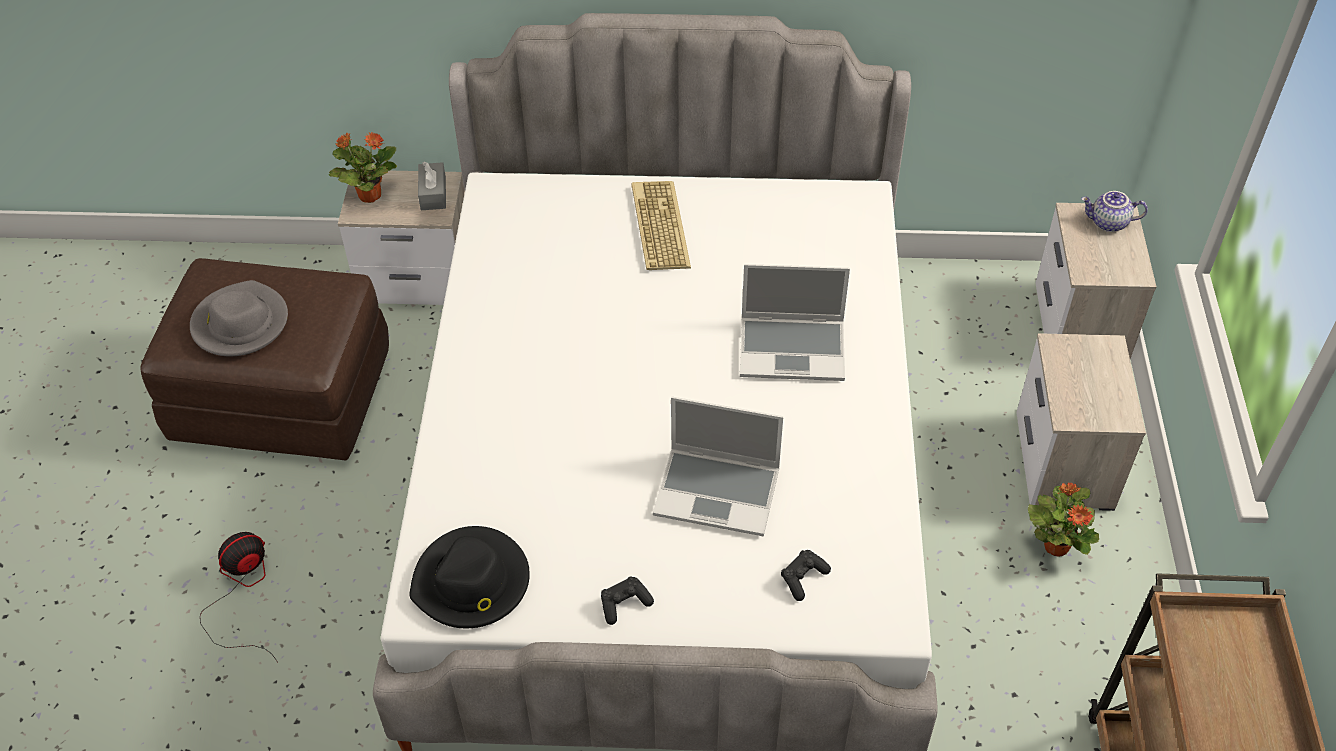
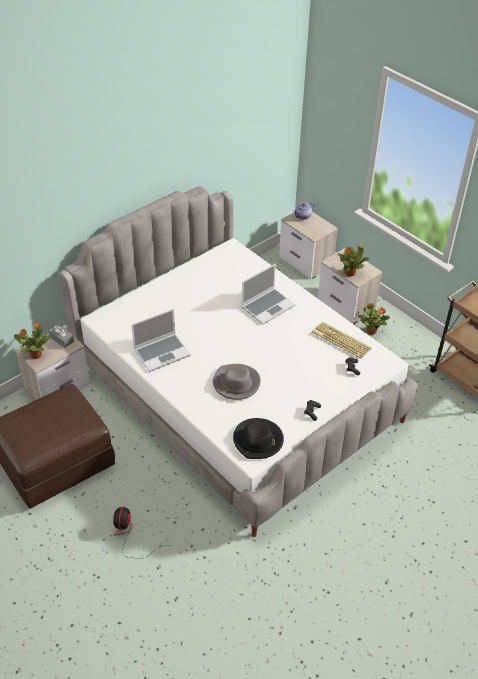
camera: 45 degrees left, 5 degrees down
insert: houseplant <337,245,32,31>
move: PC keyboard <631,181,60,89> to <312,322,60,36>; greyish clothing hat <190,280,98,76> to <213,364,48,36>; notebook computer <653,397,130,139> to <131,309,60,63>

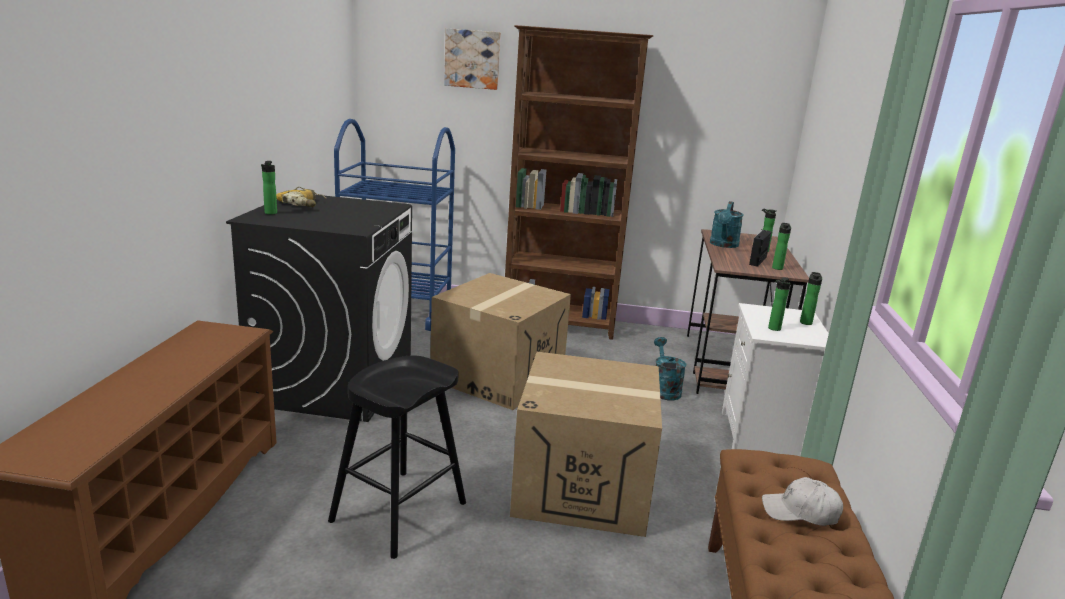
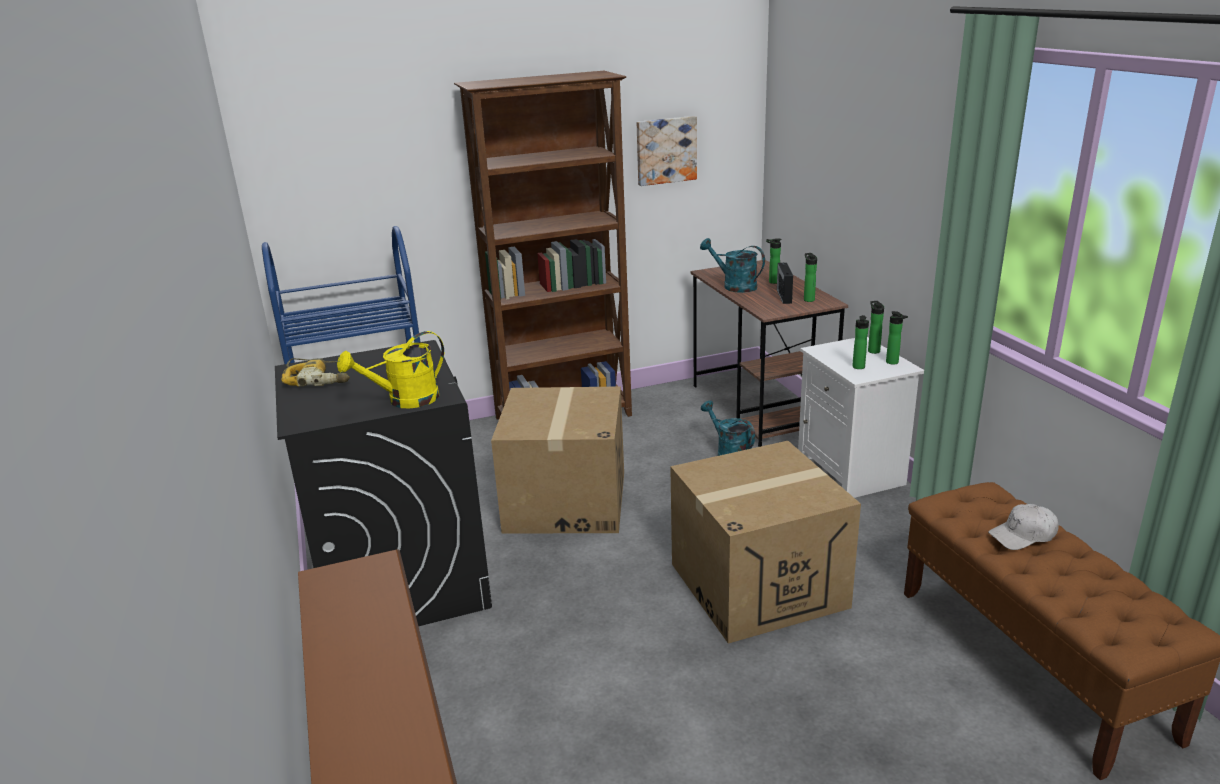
camera: 25 degrees left, 5 degrees up
delete: black-coloured stool <328,356,138,203>
insert: yellow-coloured sprinkling can <337,331,107,77>
move: picture <444,28,57,62> to <637,116,60,70>; beverage bottle <261,161,16,53> to <886,311,22,53>
rotate: turquoise-coloured sprinkling can <710,201,34,47> = <700,238,65,55> 135 degrees clockwise

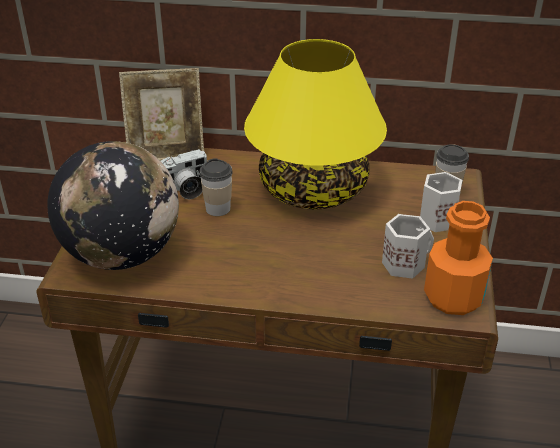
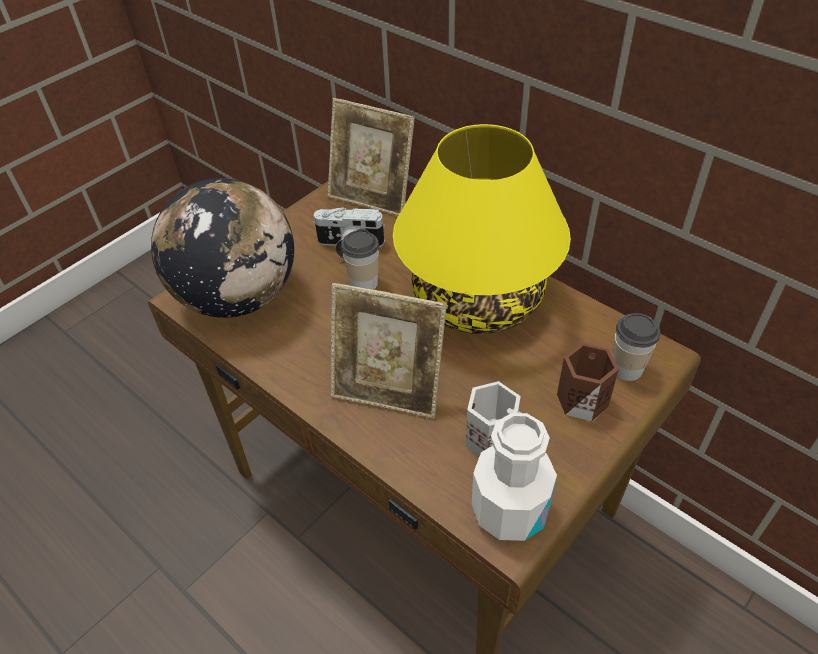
camera: 35 degrees right, 10 degrees up
insert: picture frame <331,283,116,136>
recolor: white tea mug <420,172,42,60> to brown-coloured tea mug <557,343,62,78>; orange-coloured beverage bottle <424,201,69,114> to white beverage bottle <472,413,85,128>

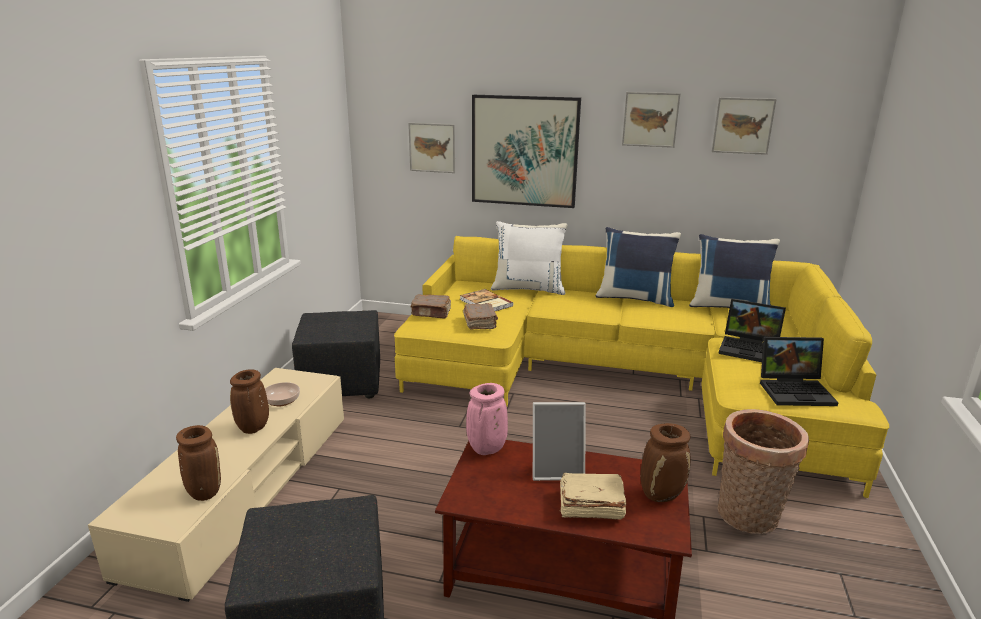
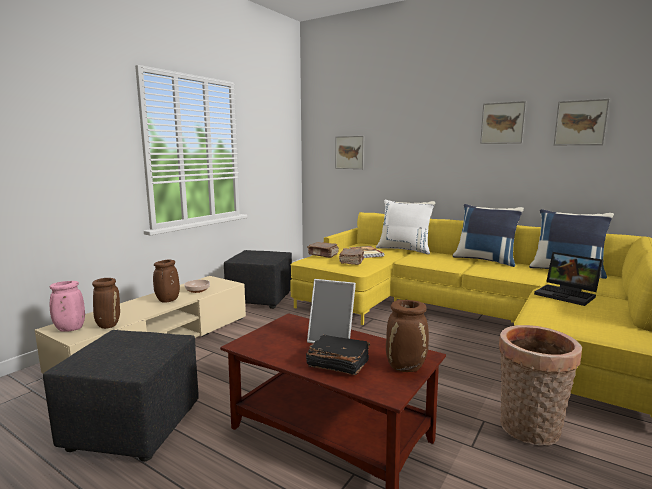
camera: 20 degrees right, 10 degrees down
delete: picture <472,95,109,113>; notebook computer <760,337,79,69>
move: pink-coloured vase <466,383,42,72> to <50,281,35,51>
recolor: sand-coloured volume <559,473,67,47> to black-coloured volume <306,335,64,40>

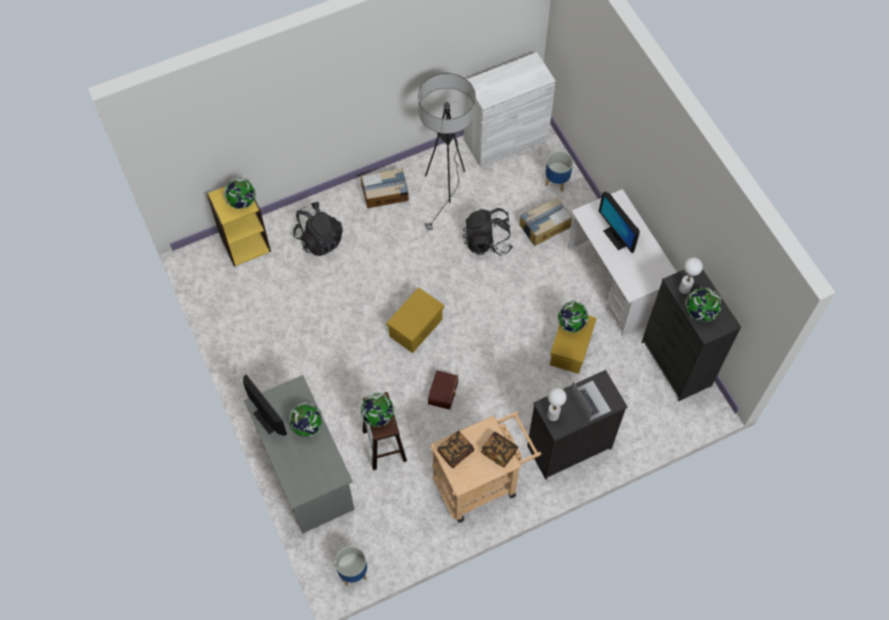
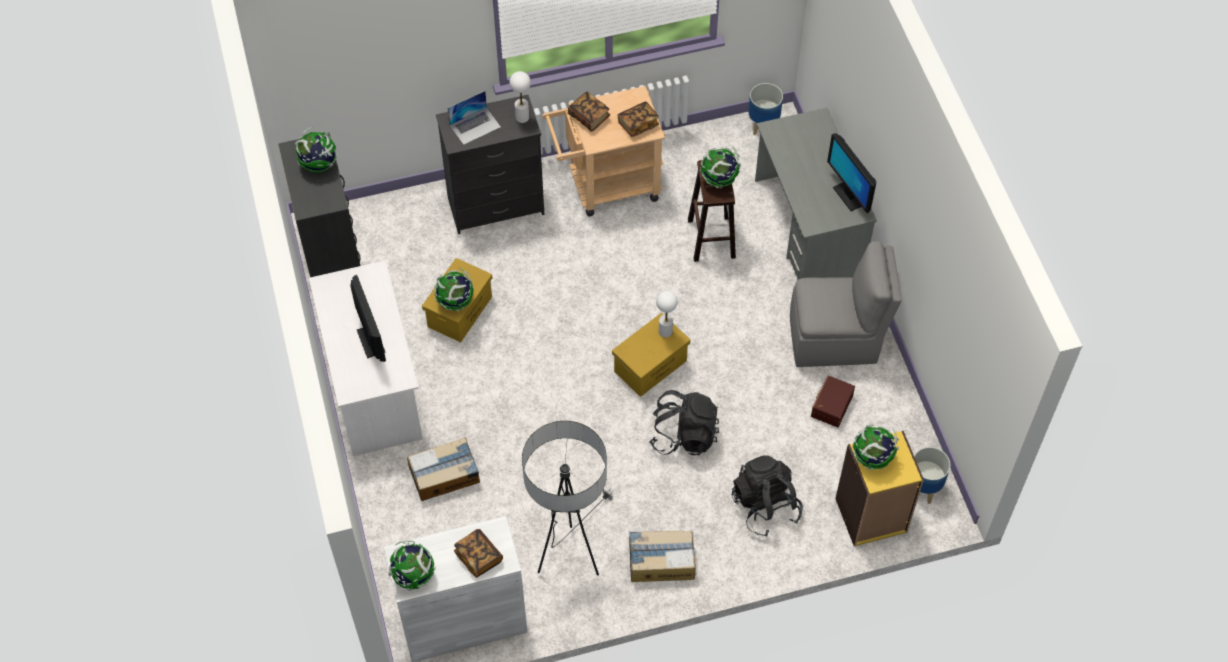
camera: 170 degrees left, 5 degrees down
insert: greyish upright chair <790,241,112,126>; volume <454,529,49,49>
move: planter <545,151,28,41> to <914,447,36,57>; black-coloured knapsack <463,208,50,47> to <649,390,70,65>; white lamp for a table <679,257,24,37> to <656,291,22,47>; brown-coloured storage bin <428,370,30,40> to <811,375,44,53>; desk globe <289,402,33,35> to <388,540,48,51>
rotate: notebook computer <571,380,40,41> = <447,91,54,54> 105 degrees counterclockwise

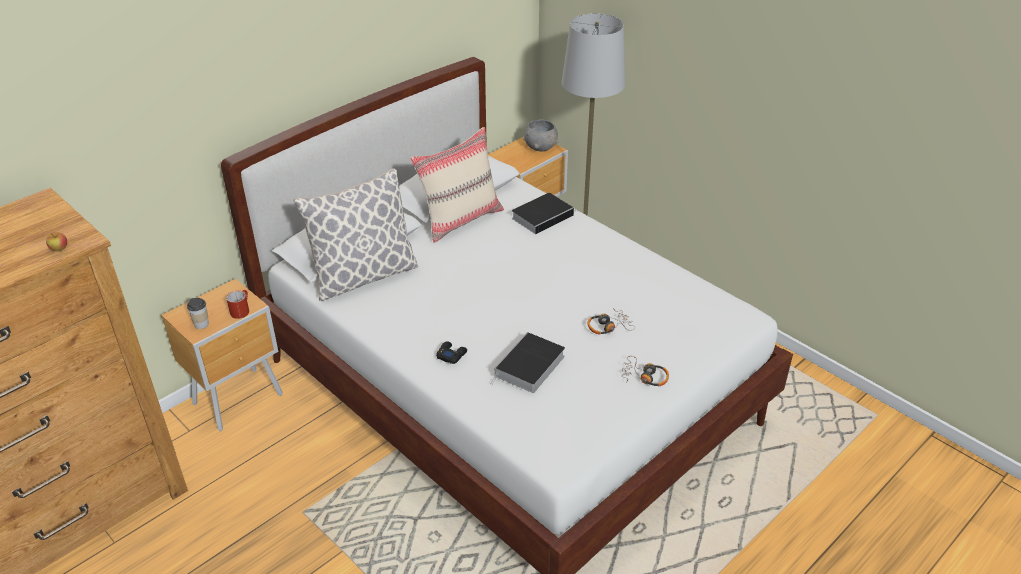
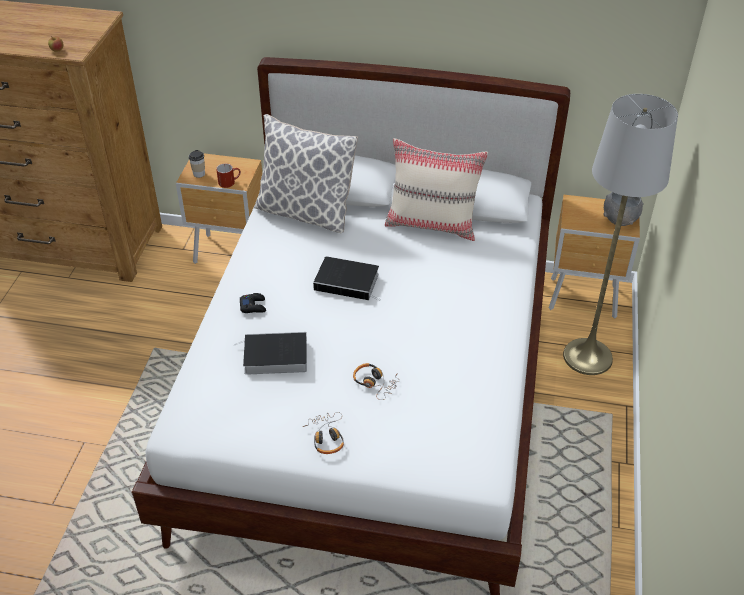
camera: 55 degrees right, 5 degrees up
move: volume <512,193,65,42> to <313,256,66,44>

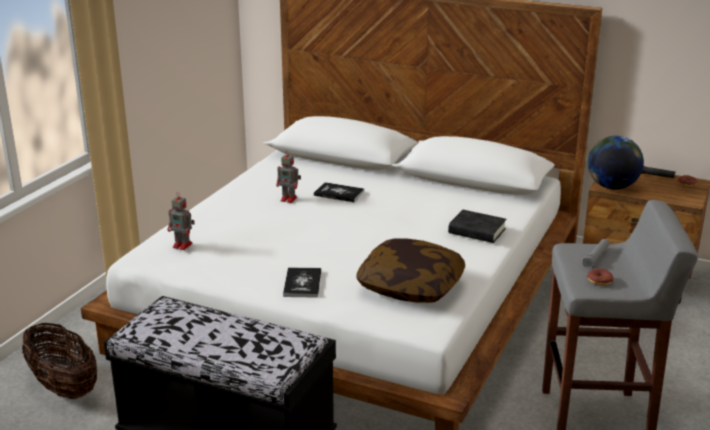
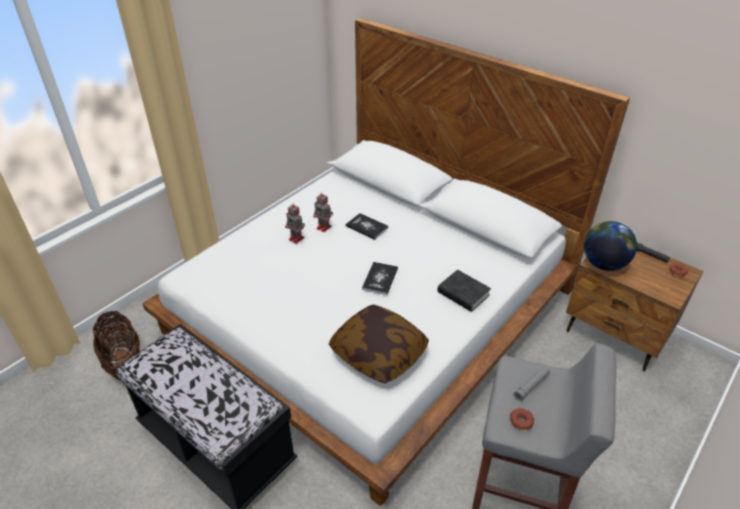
camera: 15 degrees right, 15 degrees up
move: robot figure <167,192,28,58> to <285,202,20,42>; volume <283,267,38,31> to <362,262,36,33>

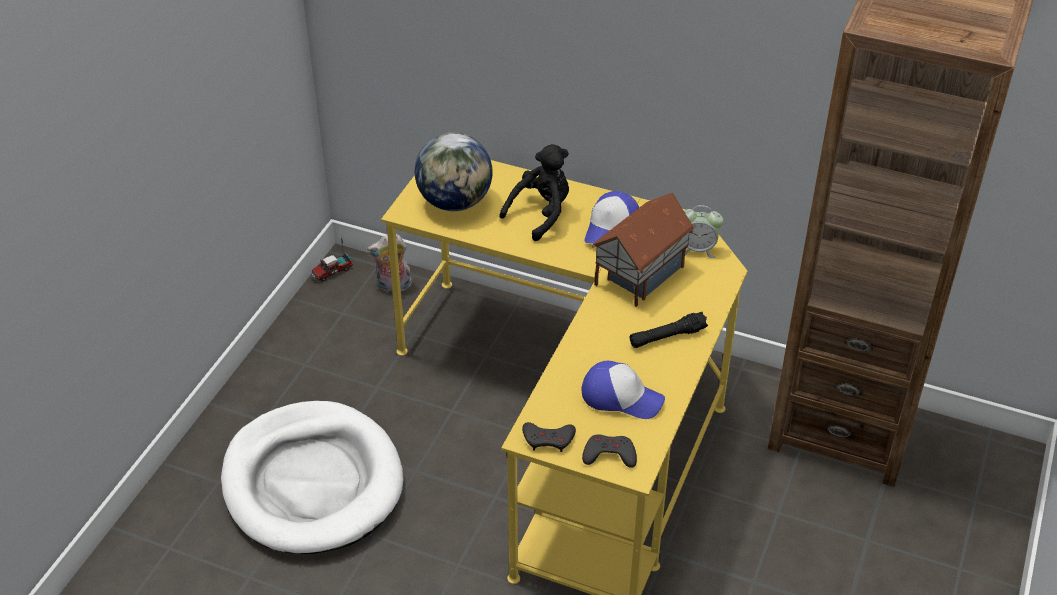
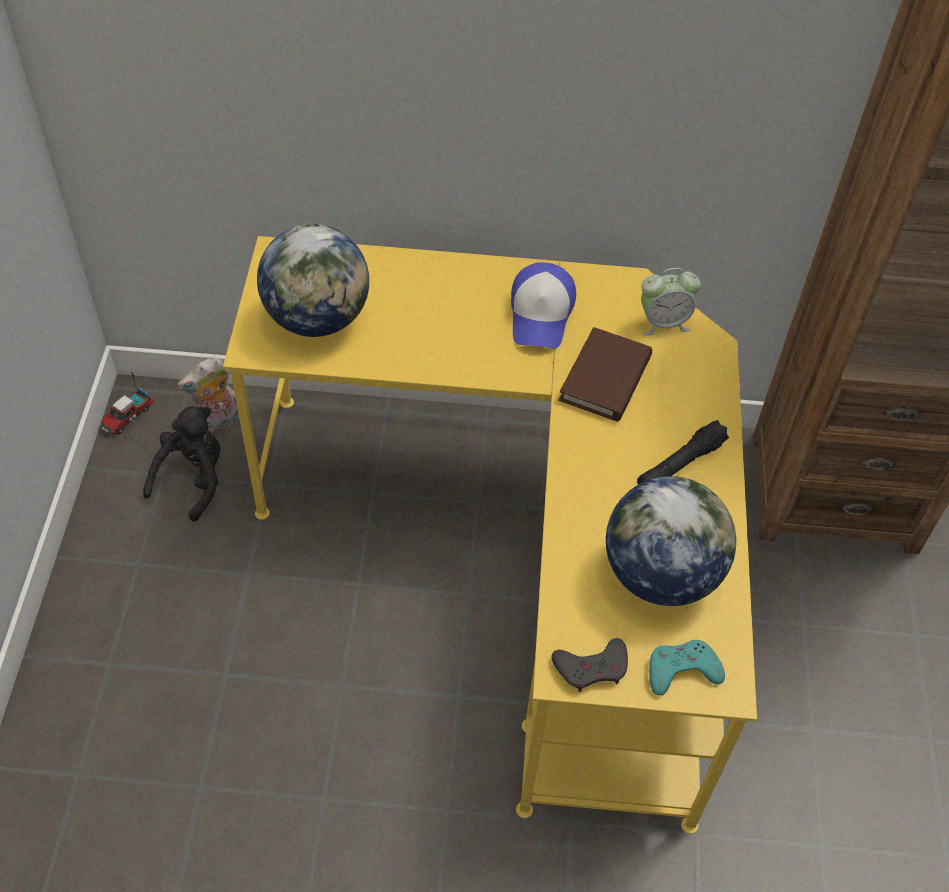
camera: 20 degrees left, 10 degrees up
delete: white pet bed <221,401,183,153>
move: black-coloured soft toy <499,144,70,97> to <143,406,78,116>
replace: toy house <592,193,103,114> to brown-coloured volume <559,327,93,95>; baseball cap <581,361,84,58> to desk globe <606,476,130,130>
recolor: greyish game controller <582,434,55,34> to turquoise-coloured game controller <649,640,76,56>

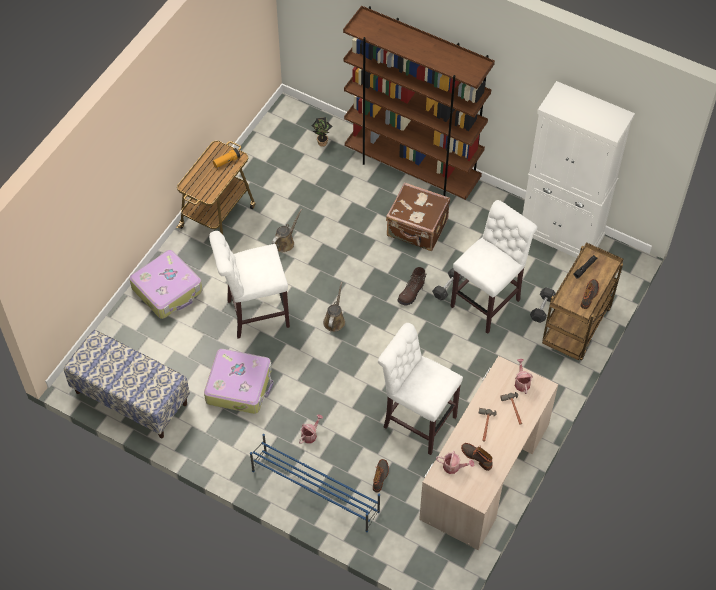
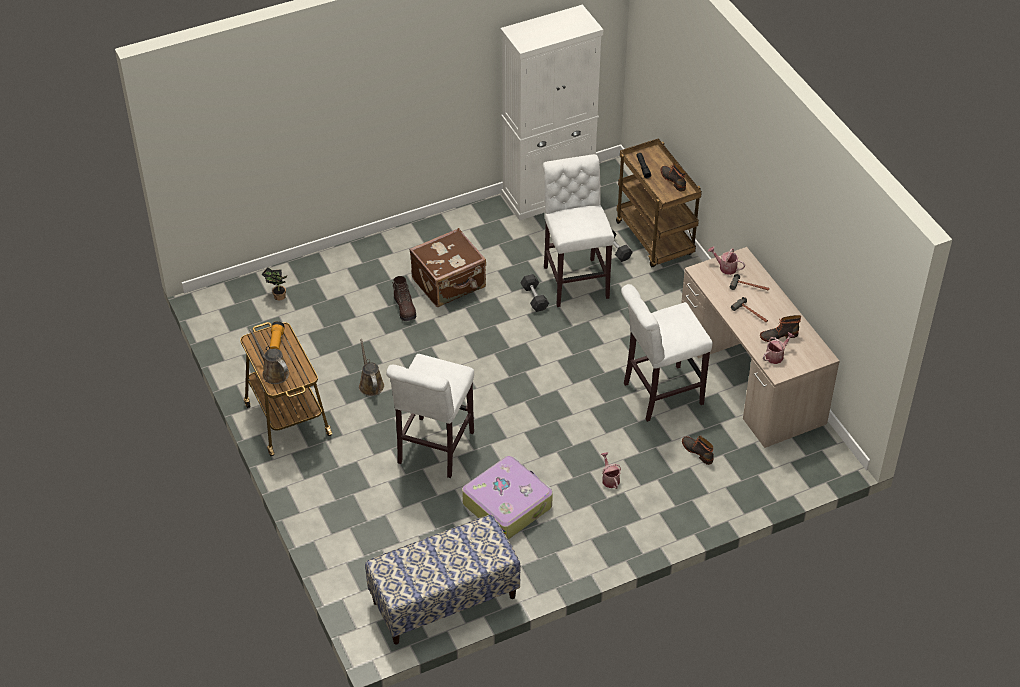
camera: 55 degrees left, 10 degrees down
delete: brown-coloured shelving unit <343,6,152,194>; piece of luggage <129,250,73,69>; bluish shoe shelf <250,434,130,98>
move: brown-coloured high-top boot <397,267,29,39> to <392,276,24,45>; brown-coloured sprinkling can <323,282,22,50> to <249,329,40,55>

